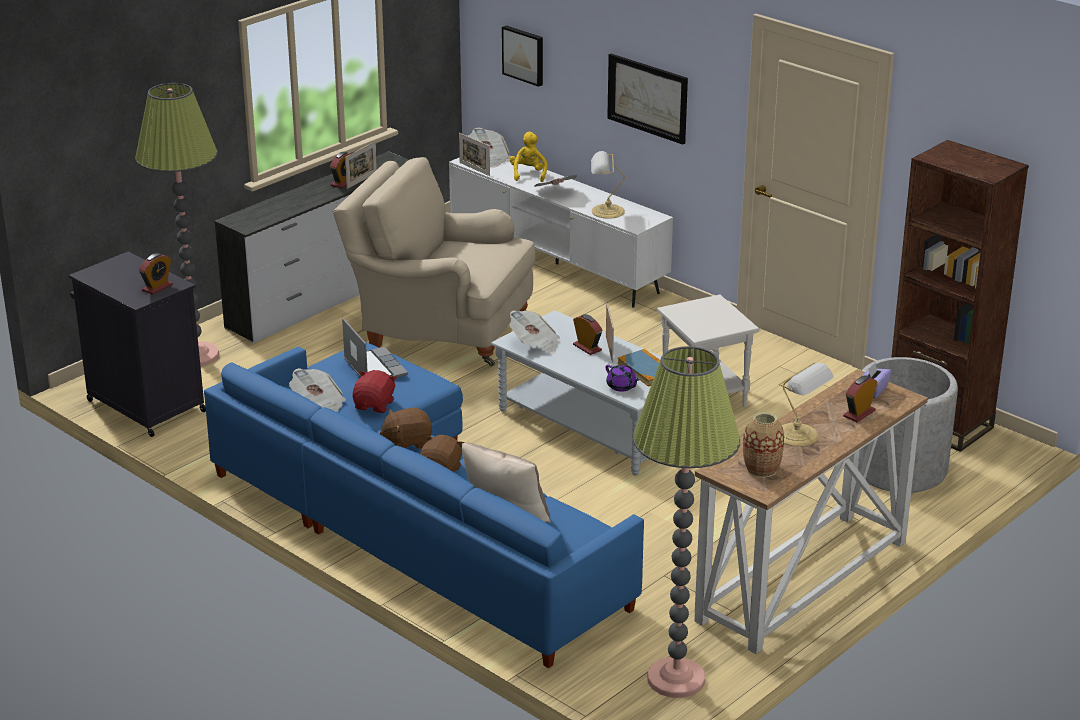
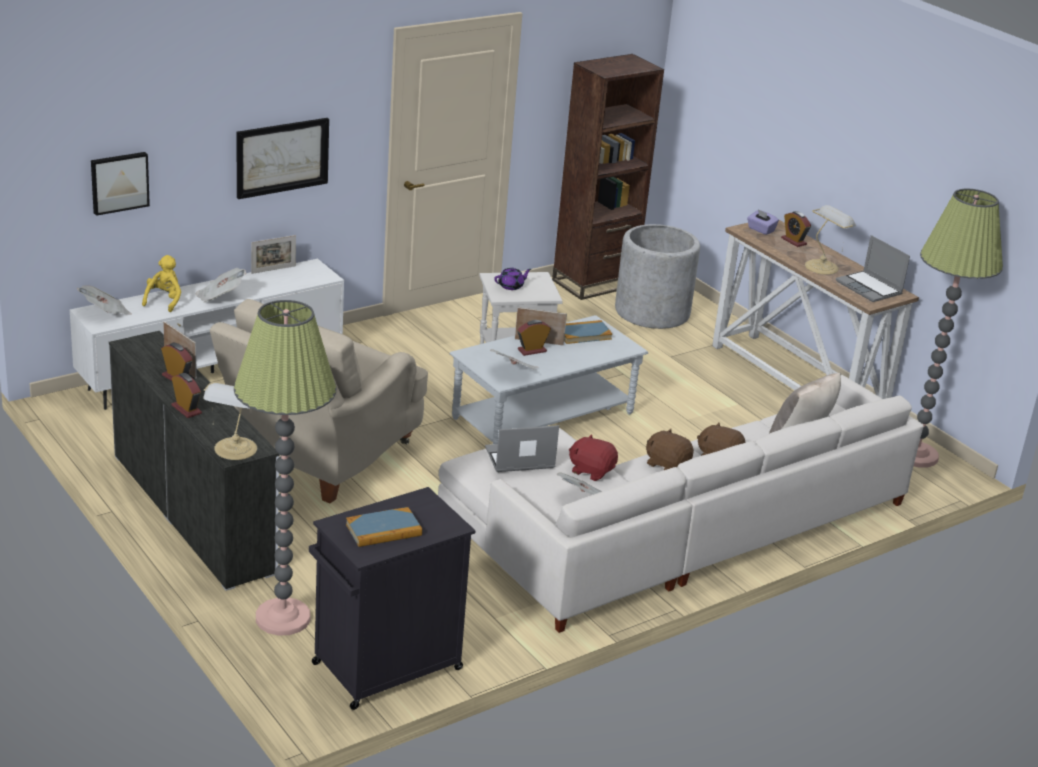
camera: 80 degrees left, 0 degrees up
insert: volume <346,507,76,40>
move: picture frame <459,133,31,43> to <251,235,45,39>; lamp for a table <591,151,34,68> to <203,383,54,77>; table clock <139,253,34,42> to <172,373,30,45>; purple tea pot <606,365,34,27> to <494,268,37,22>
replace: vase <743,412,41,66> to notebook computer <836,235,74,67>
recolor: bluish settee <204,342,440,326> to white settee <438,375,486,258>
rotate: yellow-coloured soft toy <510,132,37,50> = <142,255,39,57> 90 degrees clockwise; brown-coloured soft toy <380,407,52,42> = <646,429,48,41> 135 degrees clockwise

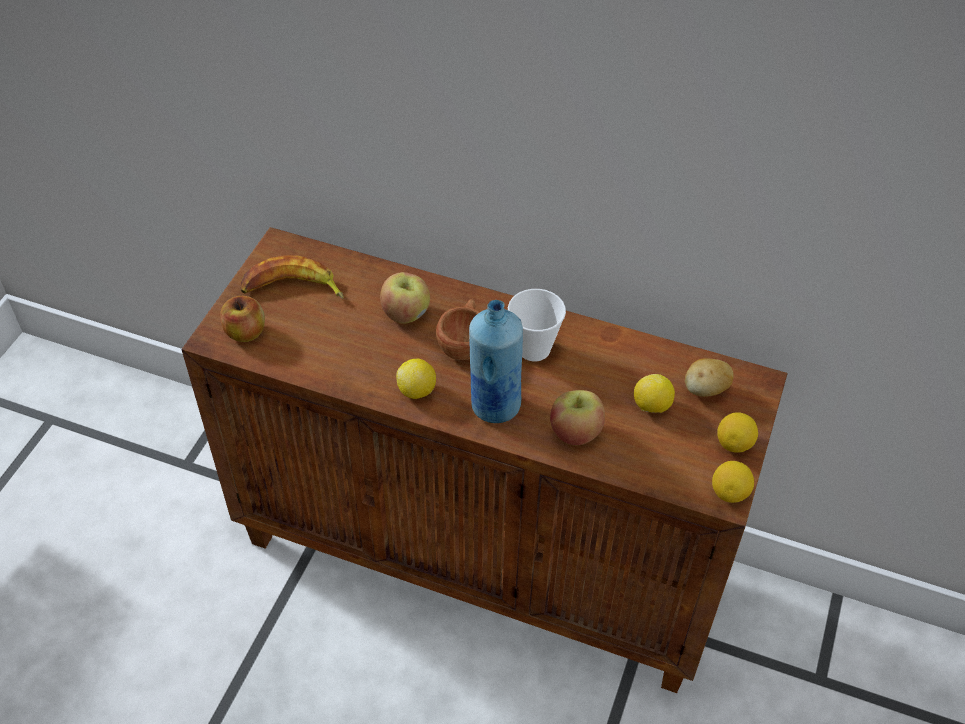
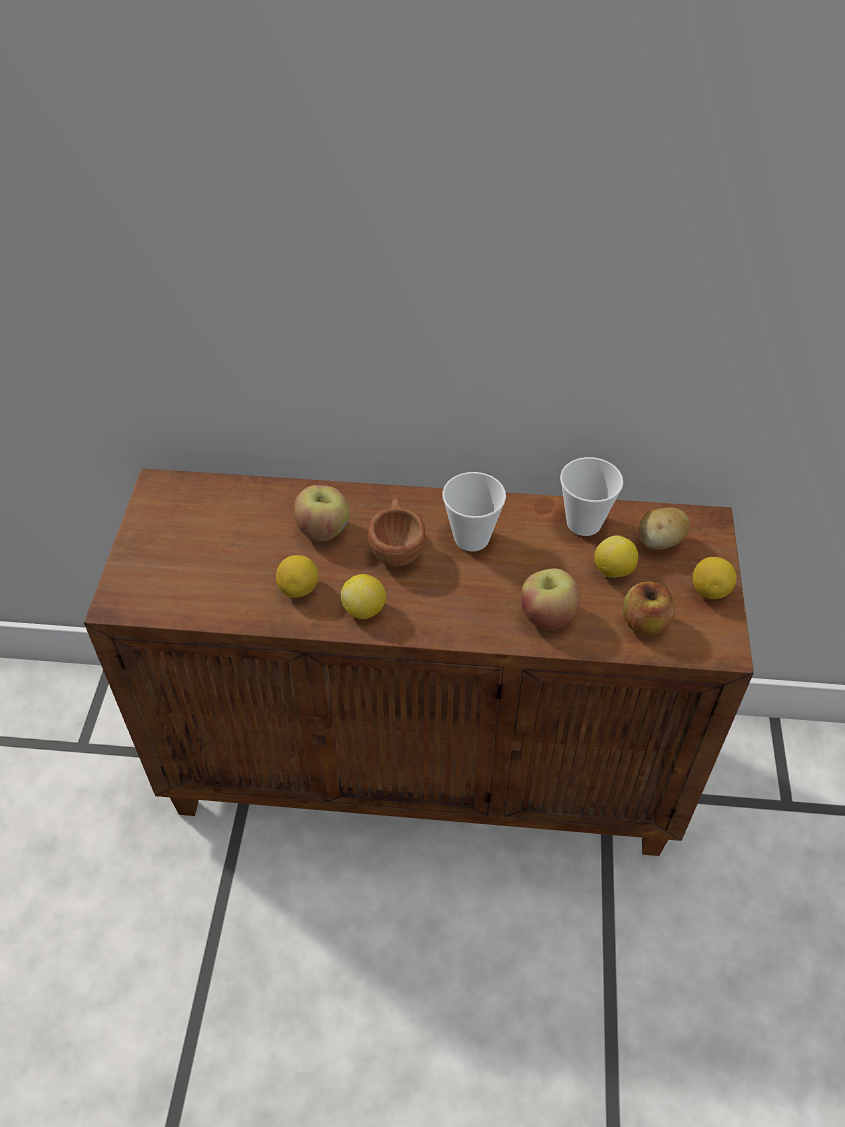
camera: 15 degrees left, 0 degrees up
delete: whole banana <241,255,103,44>; bluish beverage bottle <469,300,54,123>
insert: drinking cup <560,457,63,79>
move: apple <220,296,45,46> to <623,582,52,54>; whole lemon <712,461,42,42> to <276,555,42,43>

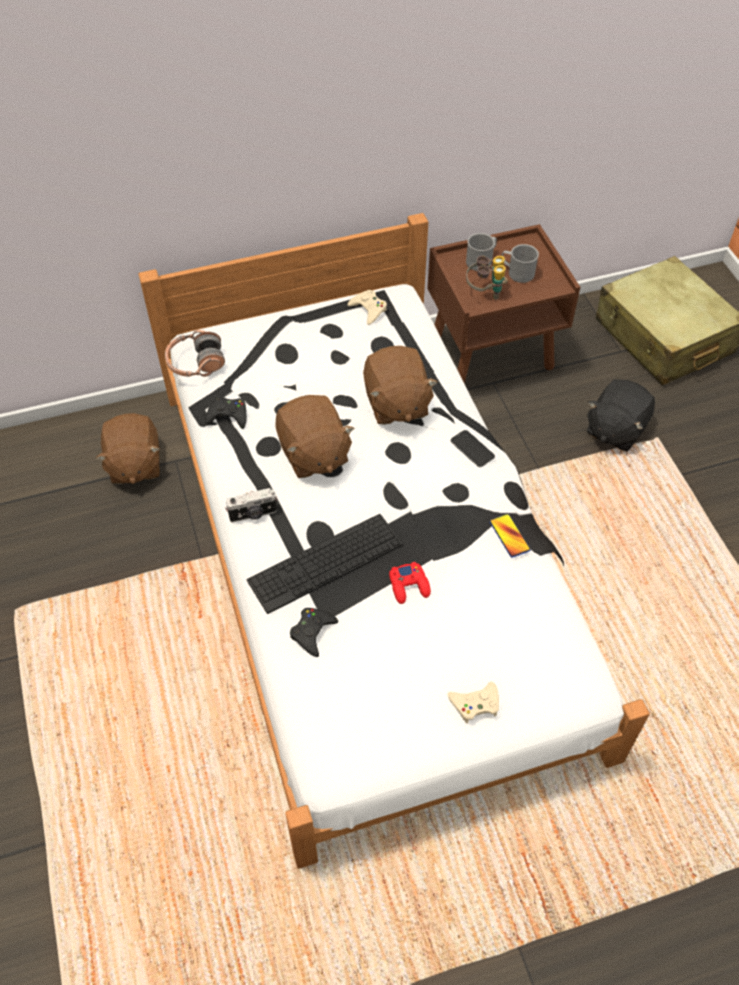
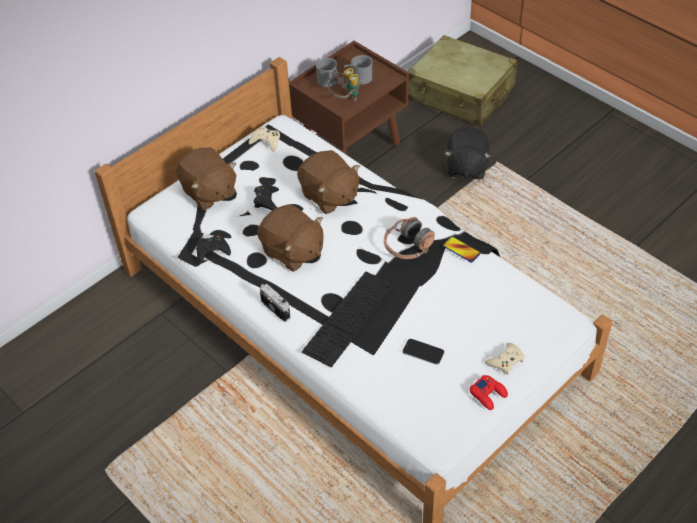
camera: 25 degrees left, 5 degrees down
move: headset <165,330,60,47> to <384,217,51,42>; brown-coloured soft toy <96,413,64,71> to <176,147,61,63>; telephone <451,430,44,37> to <403,339,41,26>; red-coloured game controller <389,562,42,42> to <470,375,38,35>; black-coloured game controller <290,608,48,49> to <254,185,25,25>
rotate: photo camera <225,488,52,35> = <260,283,30,39> 90 degrees counterclockwise

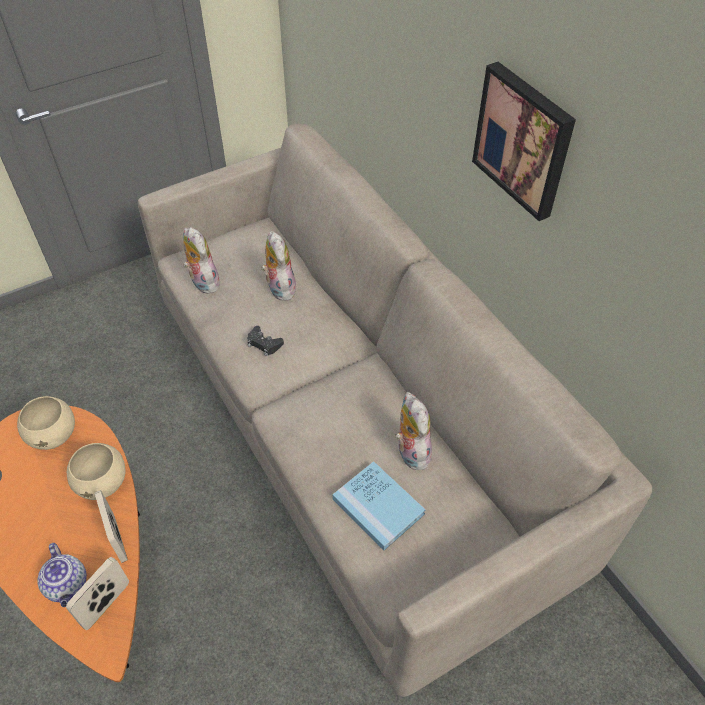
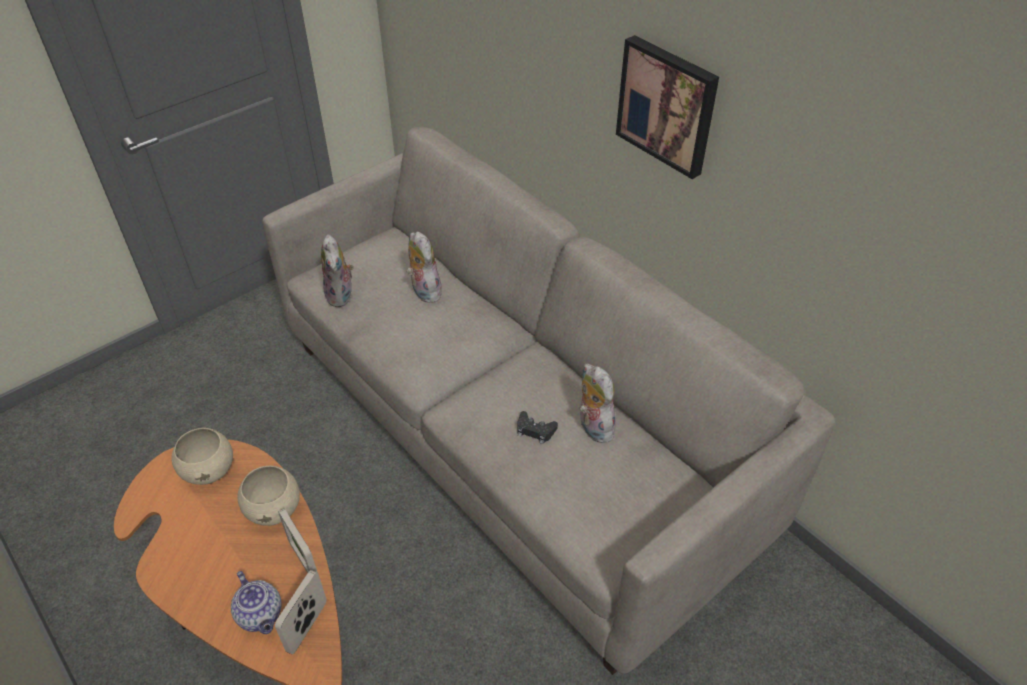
camera: 10 degrees left, 5 degrees down
delete: bluish volume <332,461,94,90>
move: black-coloured game controller <247,326,37,30> to <517,411,41,33>
rotate: soft toy <183,227,37,67> = <321,235,33,72> 150 degrees counterclockwise

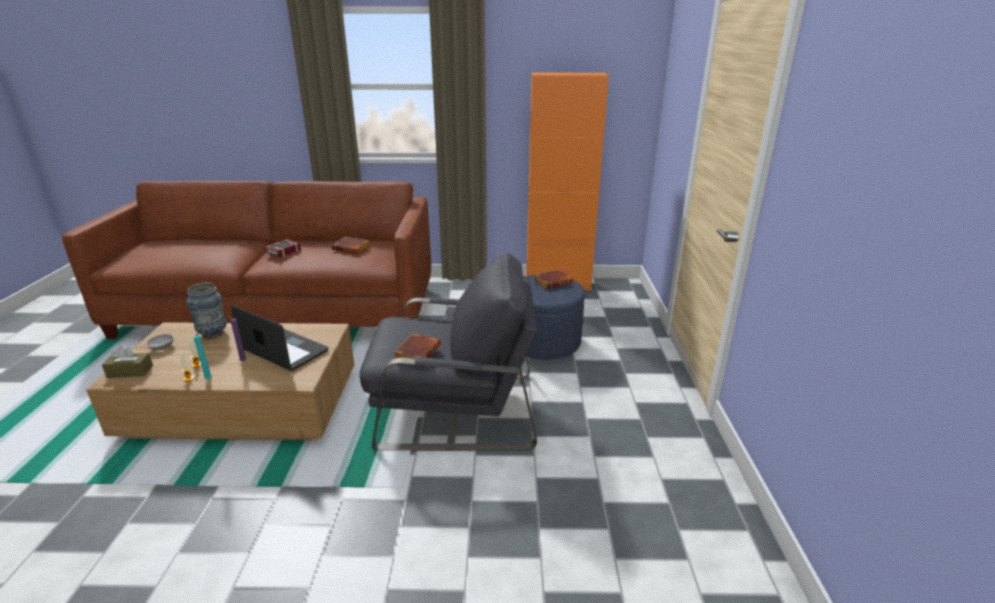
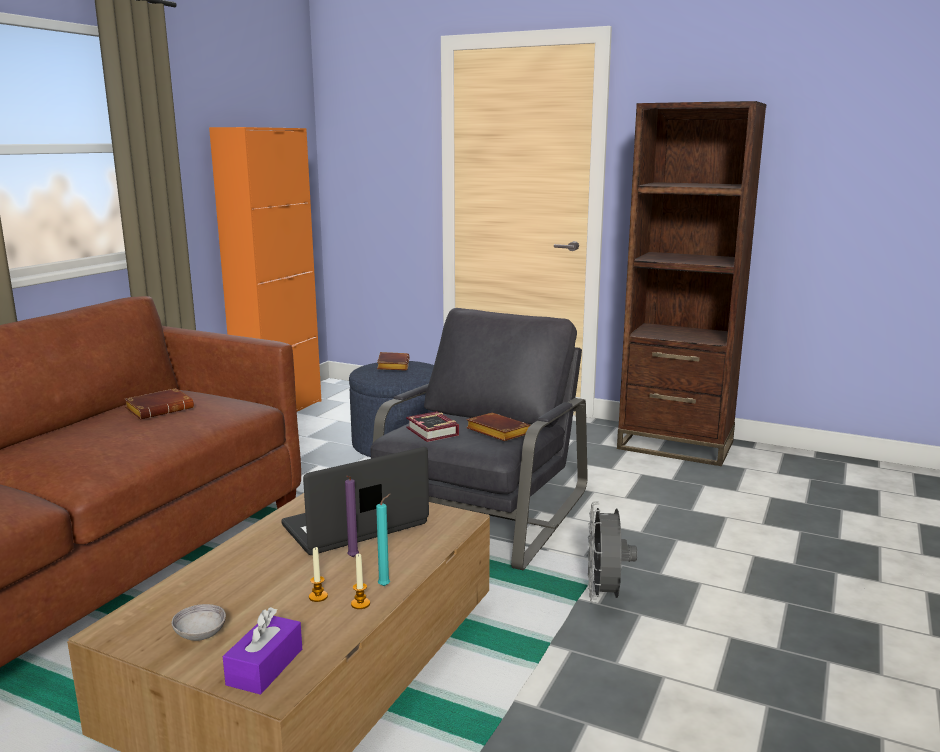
camera: 65 degrees left, 10 degrees down
delete: vase <186,282,41,57>
insert: brown-coloured shelving unit <617,101,149,365>; greyish electric fan <588,501,49,103>
move: volume <264,239,37,19> to <406,411,53,31>
recolor: brown-coloured tissue box <102,346,51,32> to purple tissue box <223,607,79,88>

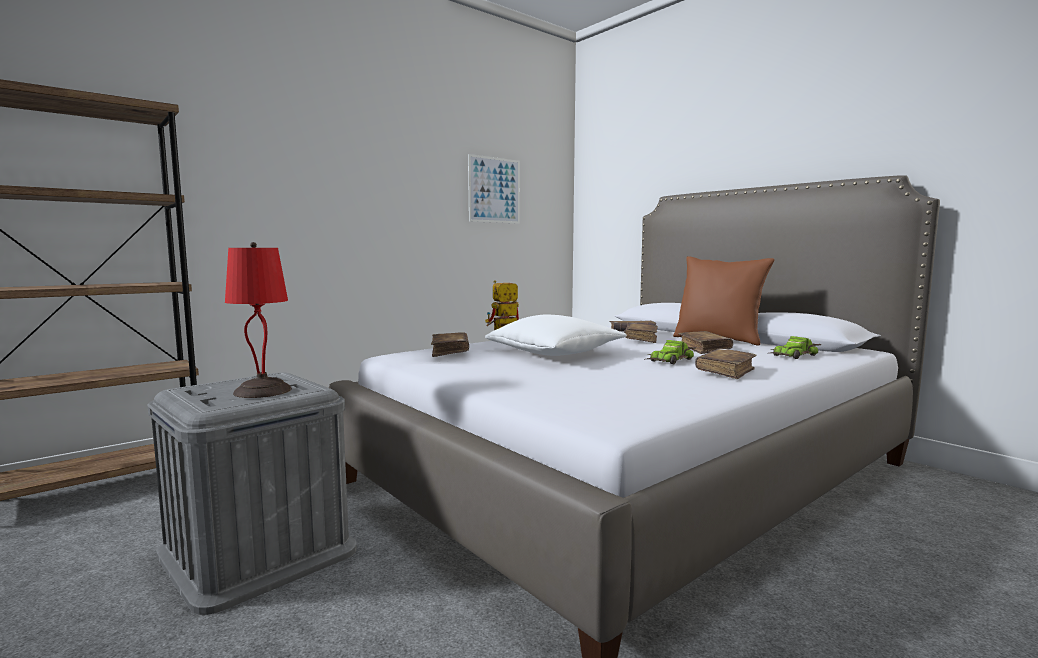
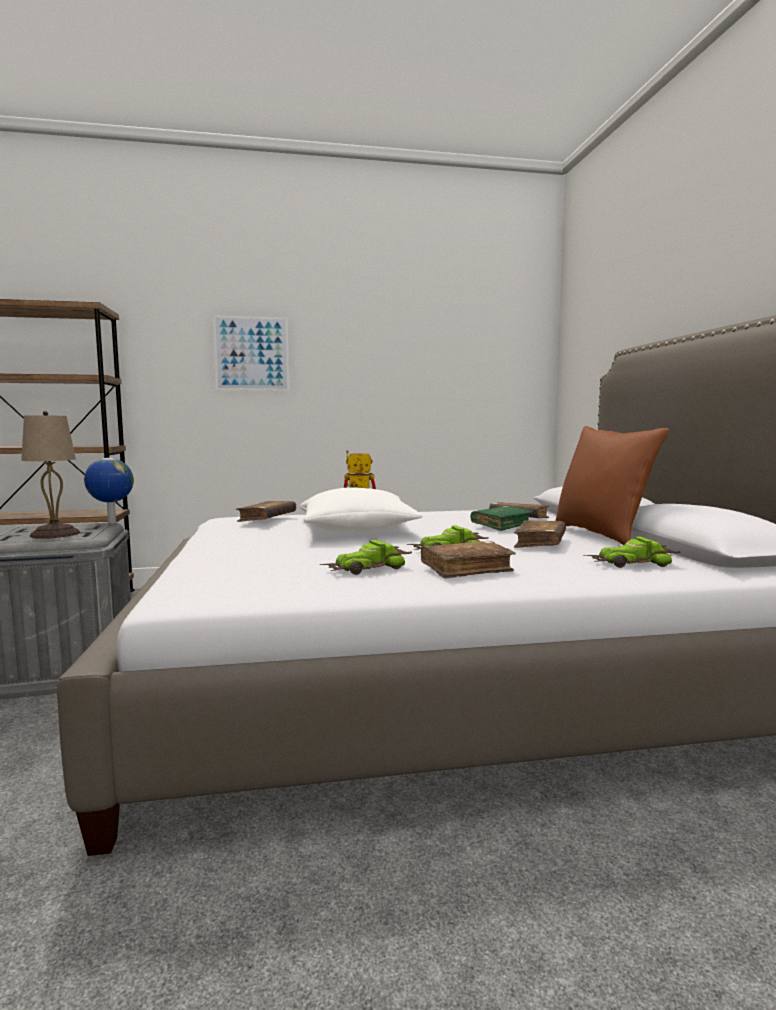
camera: 30 degrees right, 0 degrees up
insert: desk globe <84,458,50,65>; miniature car <319,540,93,35>
move: picture <468,154,52,70> to <213,315,76,76>
recolor: red-coloured lamp for a table <225,242,67,156> to sand-coloured lamp for a table <21,411,59,128>; brown-coloured volume <624,323,34,20> to green volume <471,506,62,25>

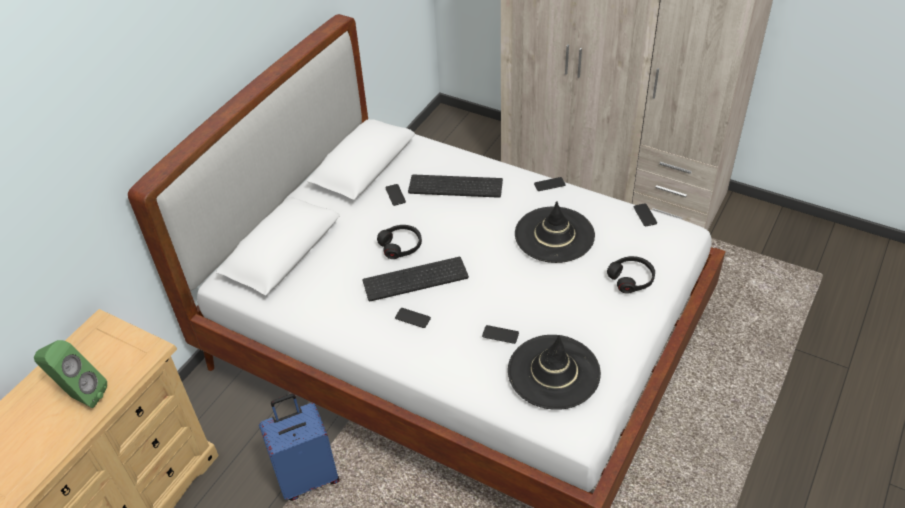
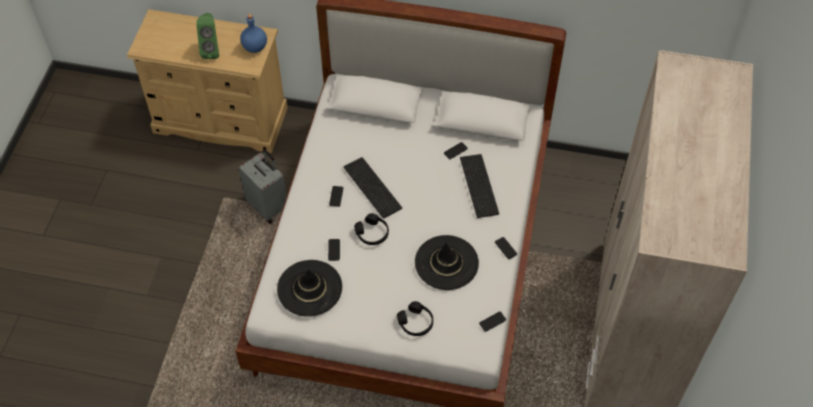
camera: 70 degrees right, 10 degrees up
insert: bluish beverage bottle <240,14,27,39>
move: black-coloured headset <377,225,45,34> to <354,213,35,32>
recolor: bluish piece of luggage <259,394,81,107> to greyish piece of luggage <238,149,49,75>

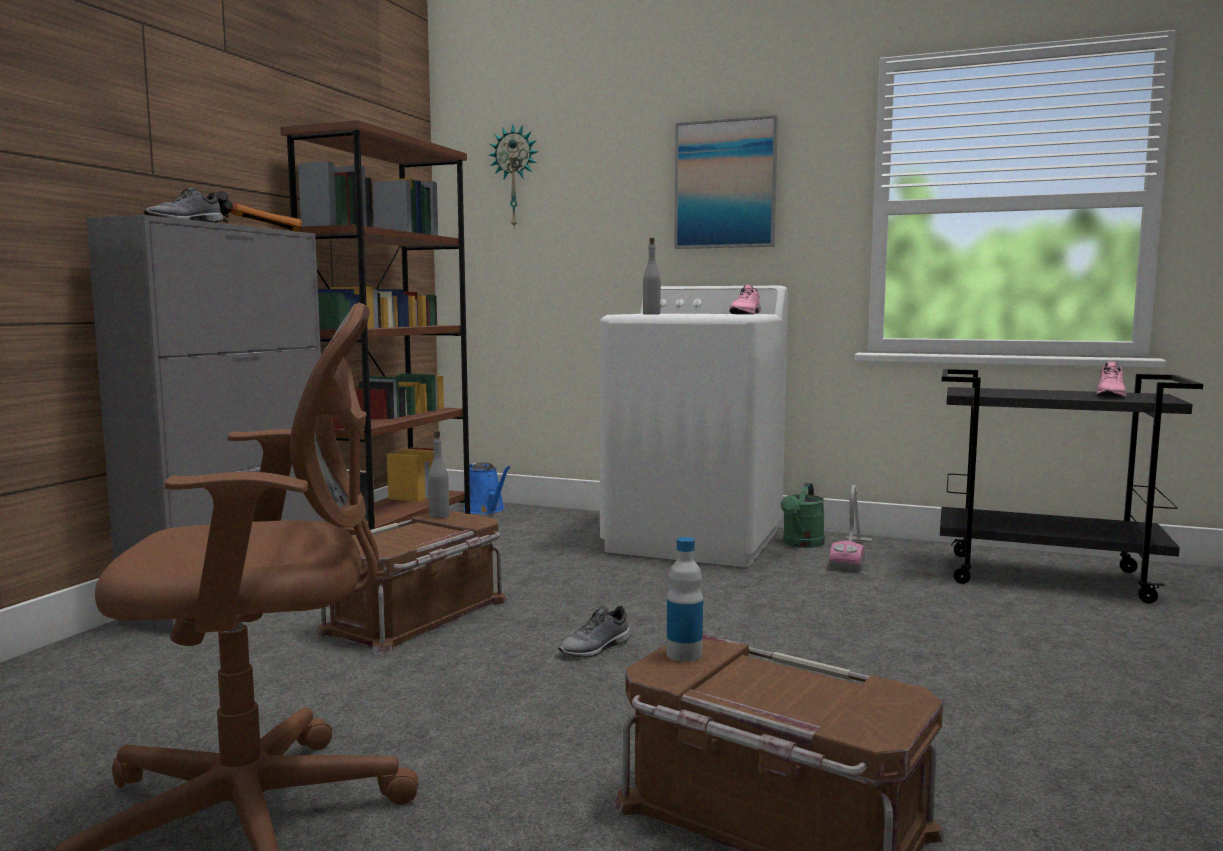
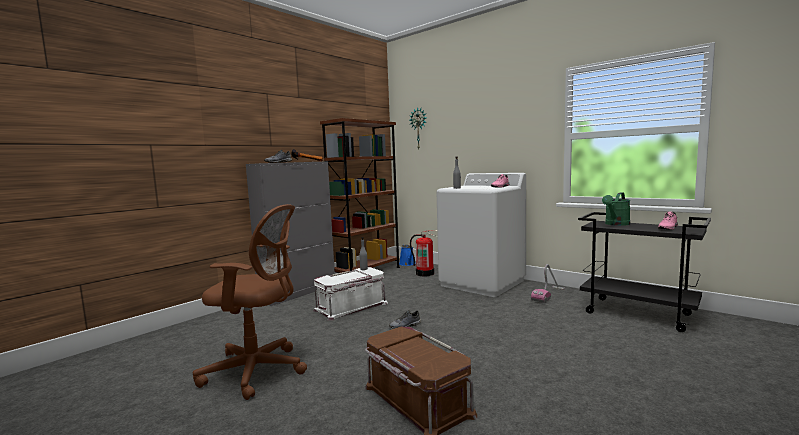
camera: 20 degrees right, 0 degrees up
delete: picture <674,115,104,134>; beverage bottle <667,537,36,124>
insert: fire-fighting cylinder <410,230,28,46>
move: green sprinkling can <781,483,44,65> to <602,192,28,34>
recolor: brown-coloured storage bin <315,511,192,144> to white storage bin <314,267,74,54>

